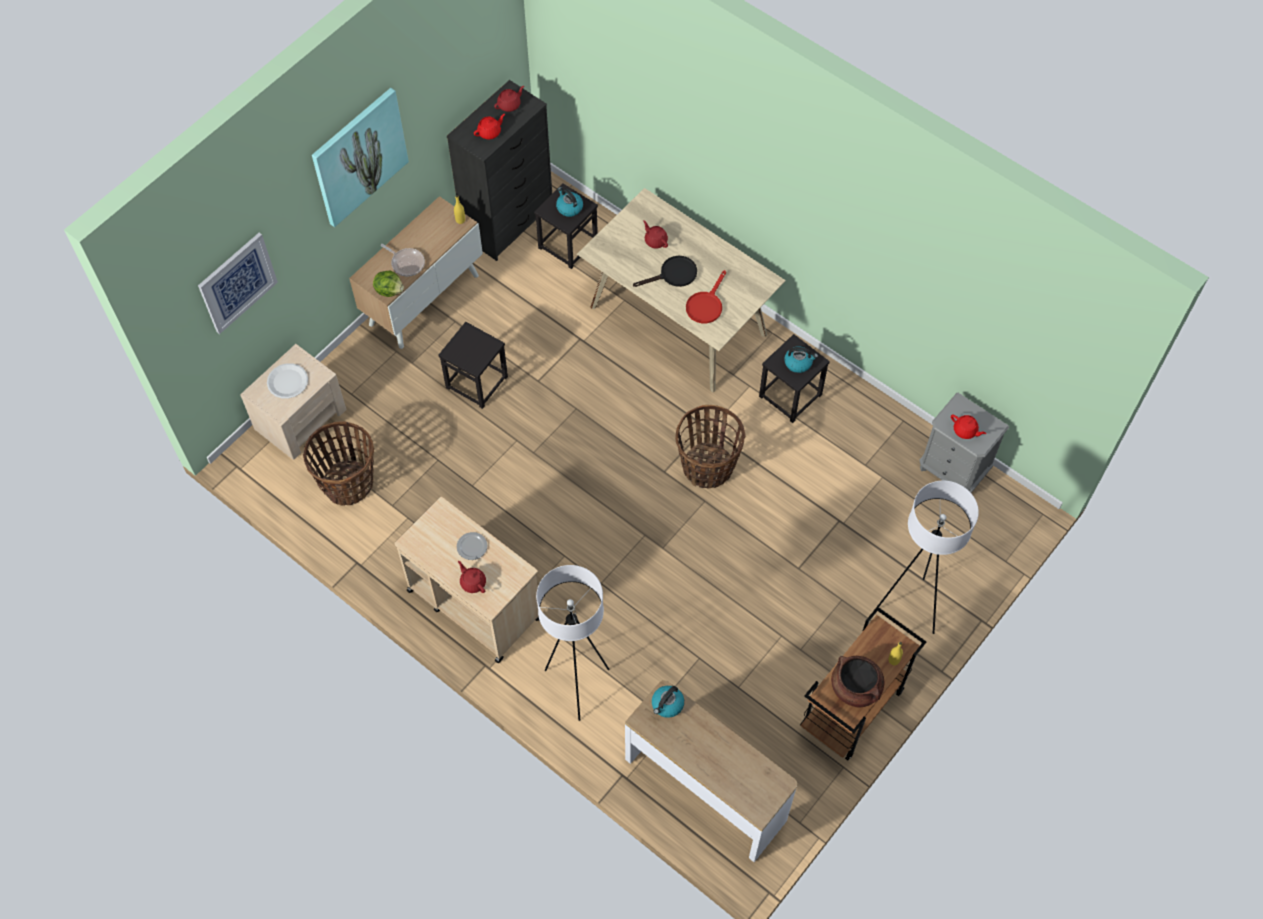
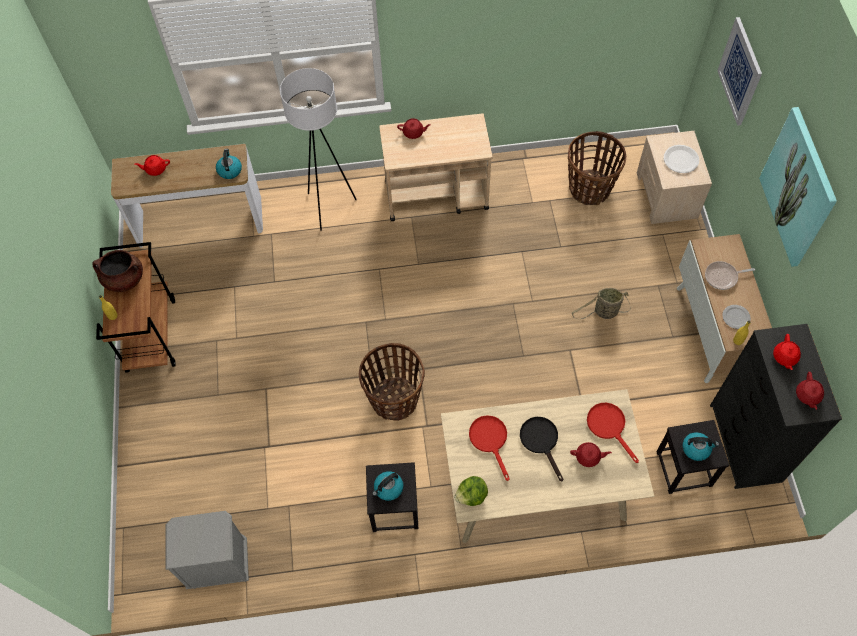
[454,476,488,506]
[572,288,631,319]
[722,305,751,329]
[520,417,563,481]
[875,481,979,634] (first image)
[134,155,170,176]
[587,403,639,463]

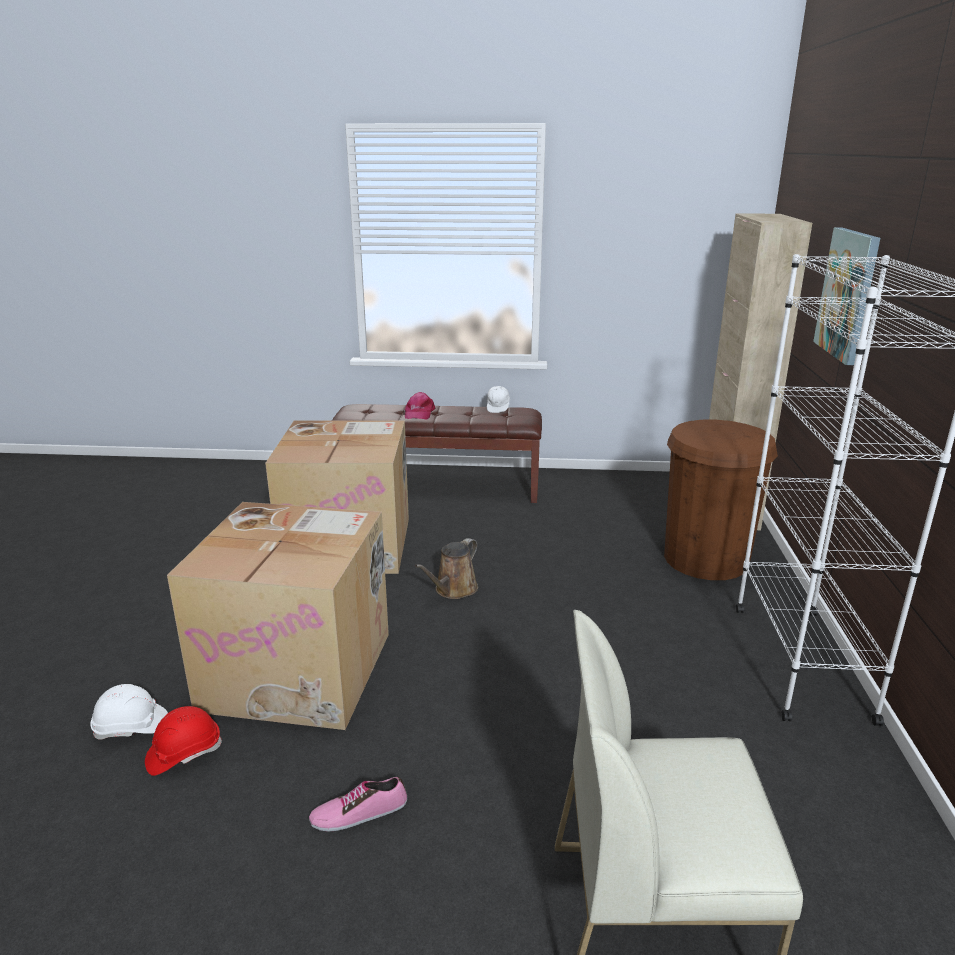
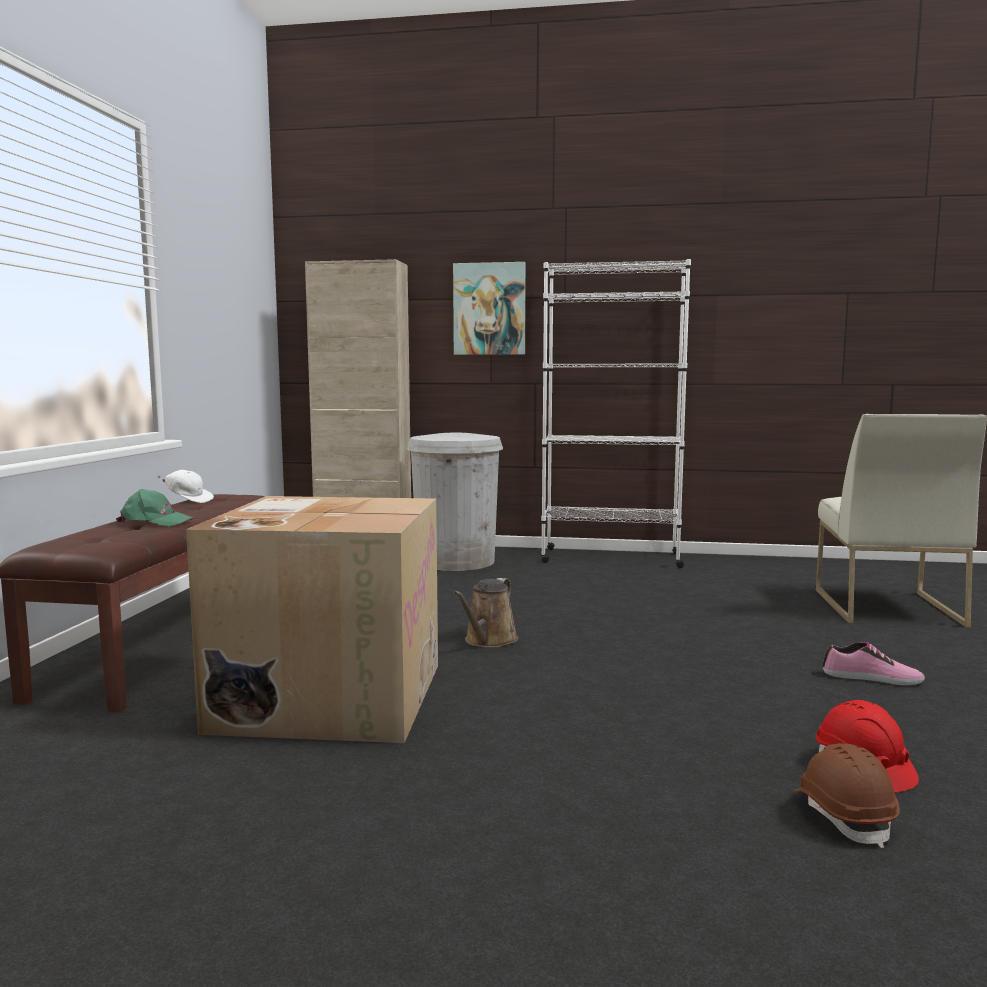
[793,743,900,848]
[167,502,389,730] (first image)
[823,642,925,685]
[116,489,193,526]
[454,578,518,648]
[407,433,503,571]

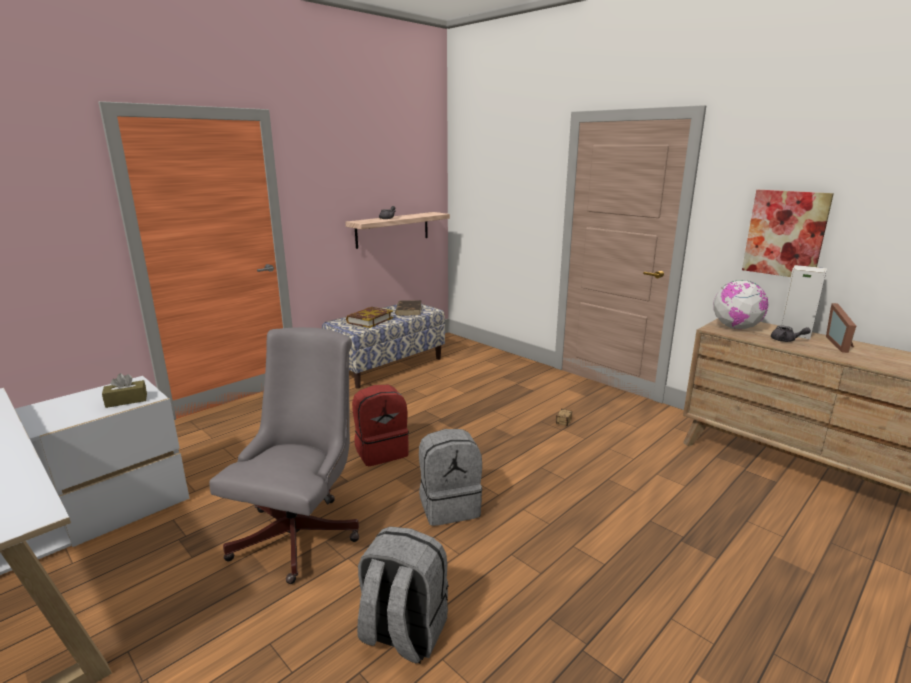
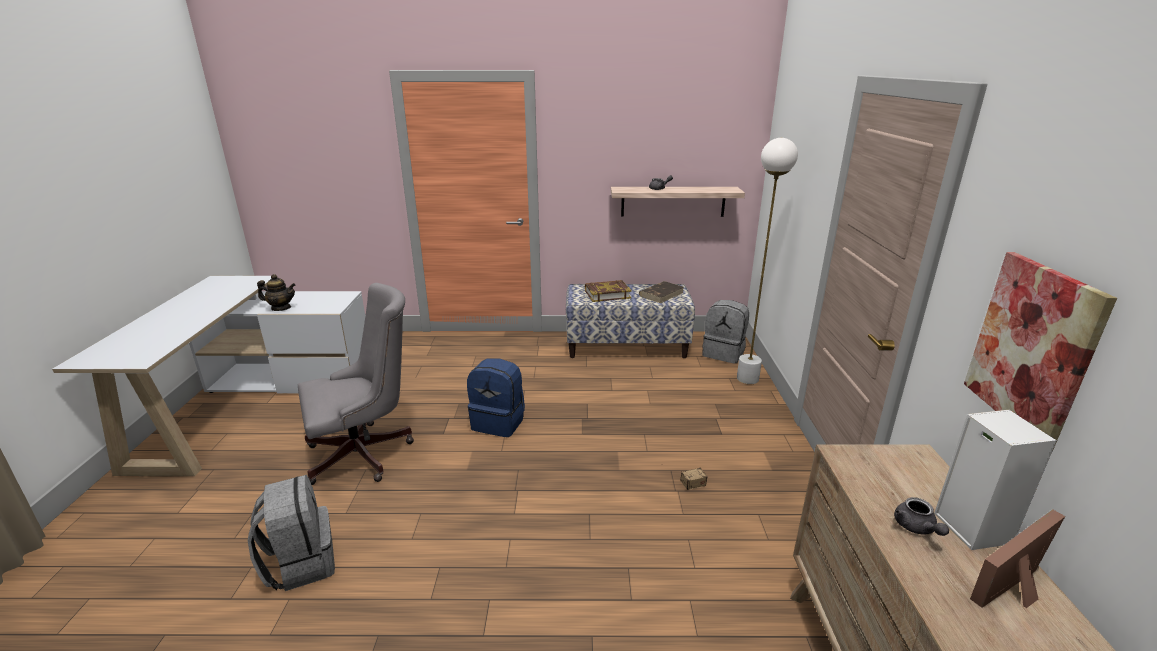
[102,373,147,408] (first image)
[467,359,525,437]
[702,300,749,364]
[713,280,769,329] (first image)
[257,274,296,311]
[737,138,798,384]

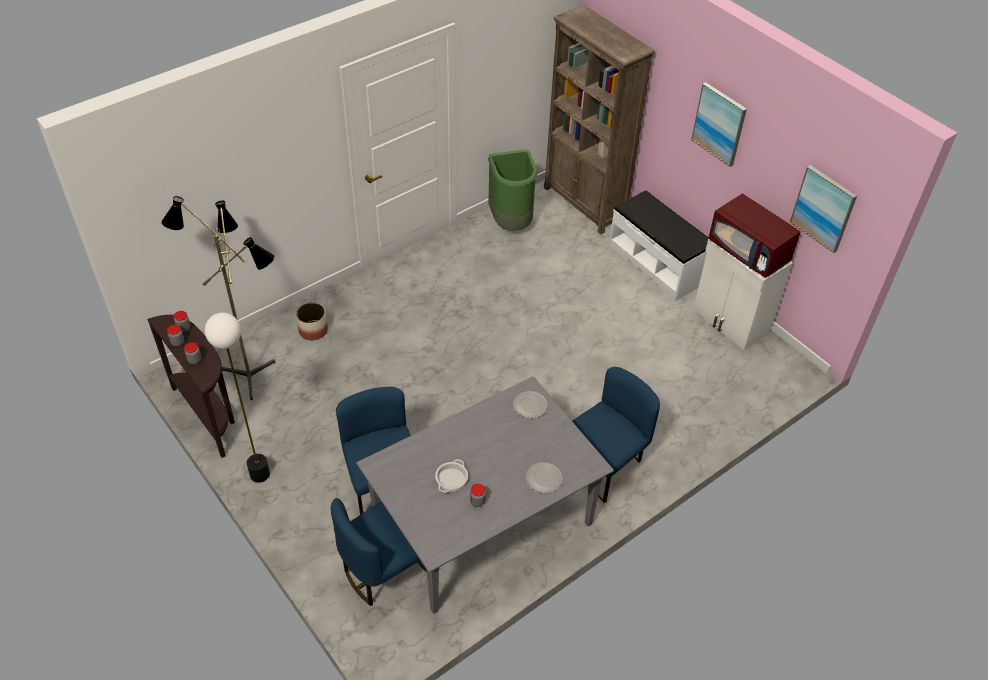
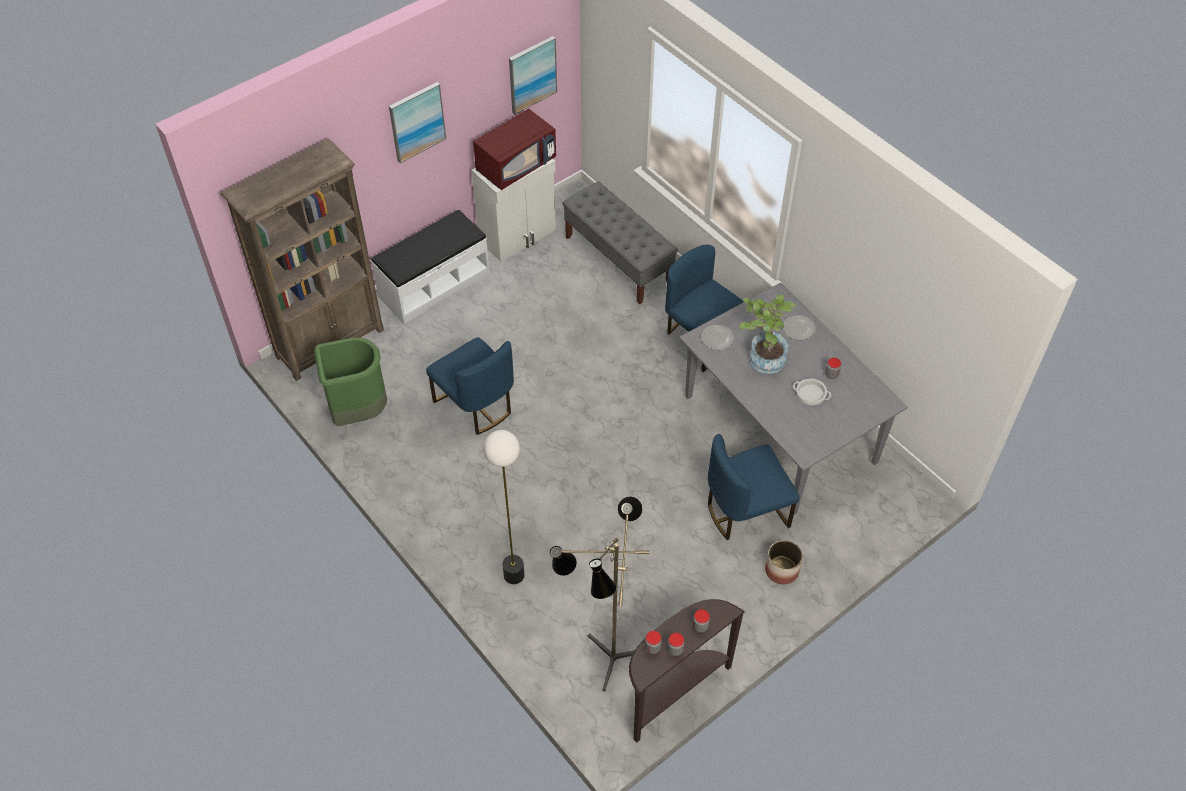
[483,430,525,584]
[765,540,803,584]
[426,337,514,435]
[562,182,678,304]
[739,295,796,374]

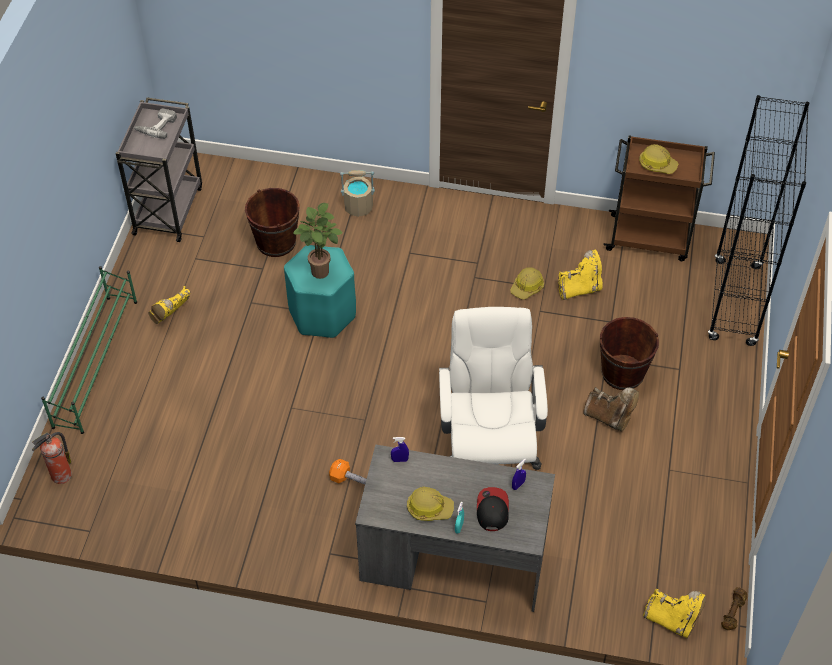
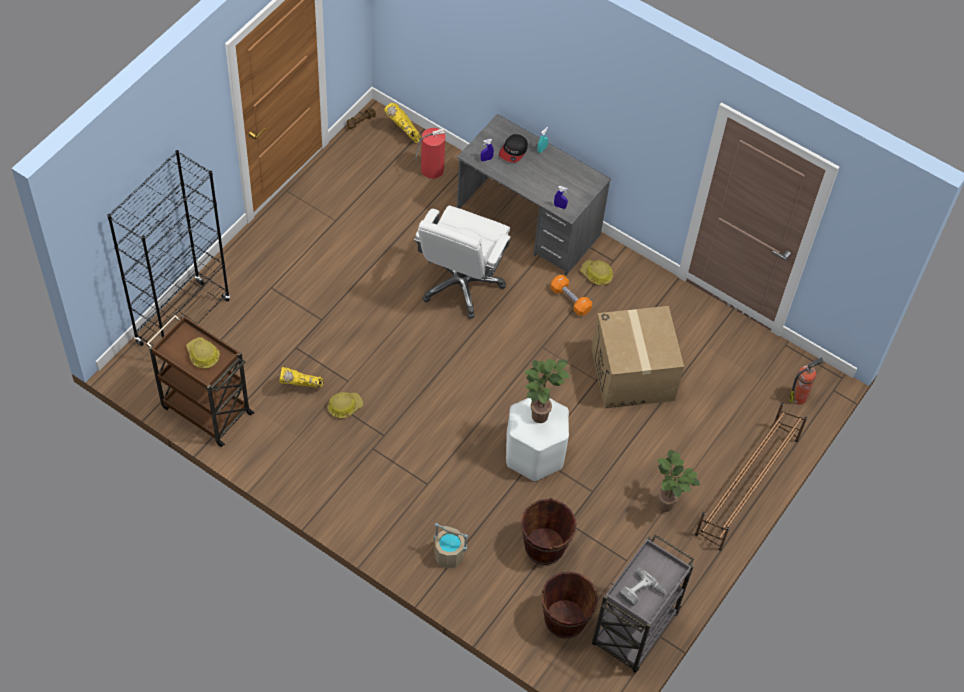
[695,403,807,551]
[657,450,700,512]
[506,398,569,481]
[580,260,613,285]
[583,387,639,432] (first image)
[541,572,598,639]
[415,128,445,179]
[591,306,684,409]

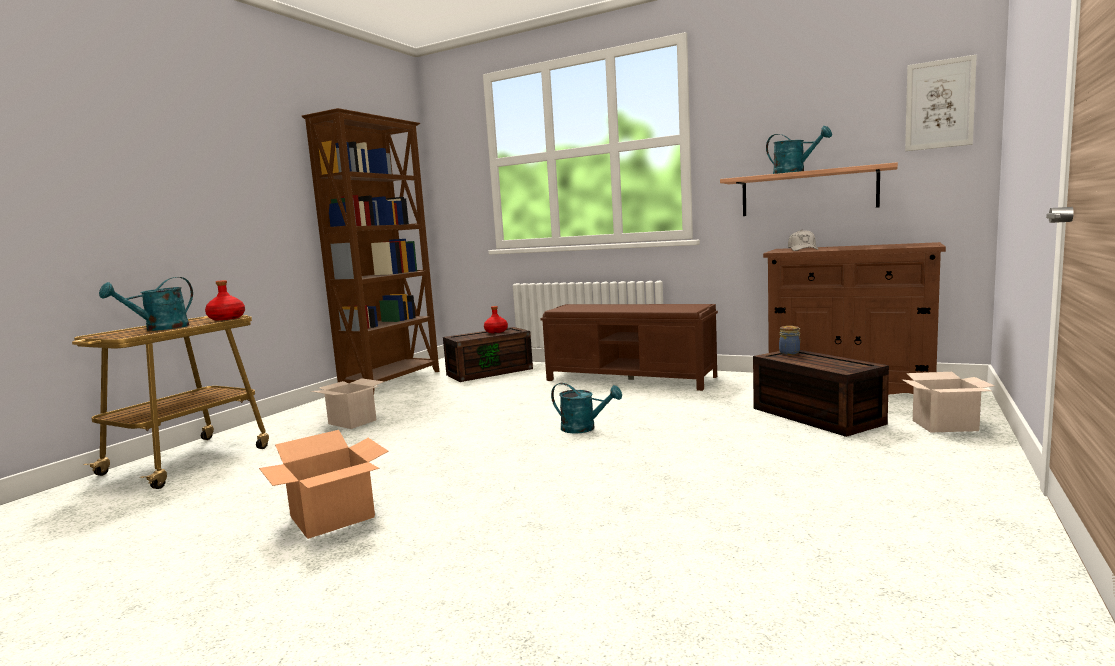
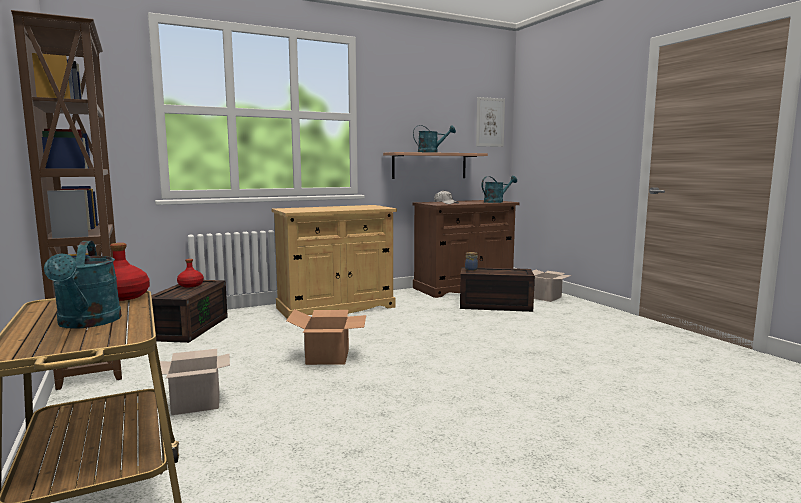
[286,309,366,365]
[272,205,397,319]
[482,176,517,203]

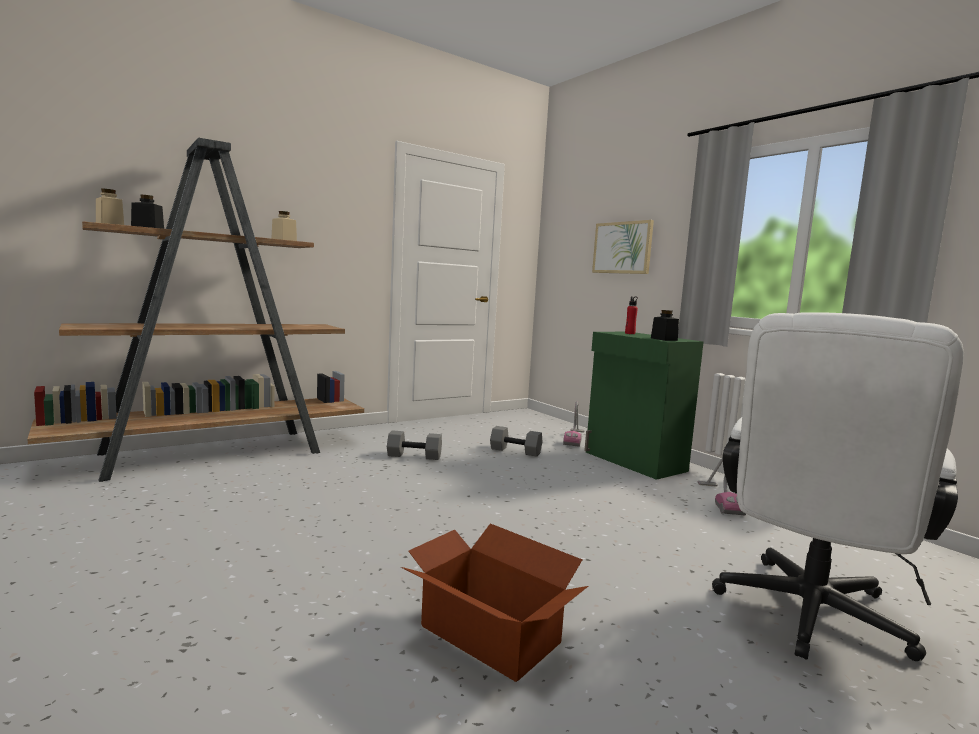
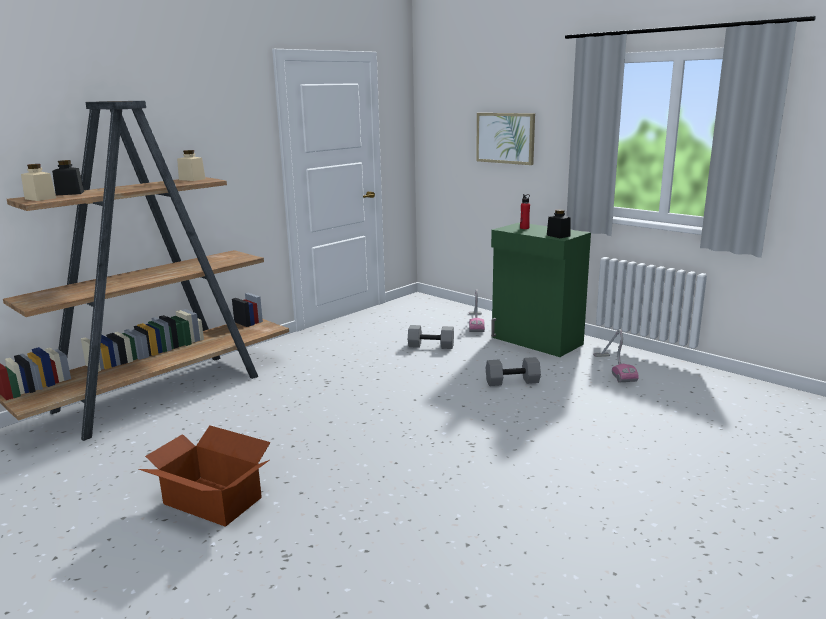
[486,357,541,386]
[139,425,271,527]
[712,312,964,661] (first image)

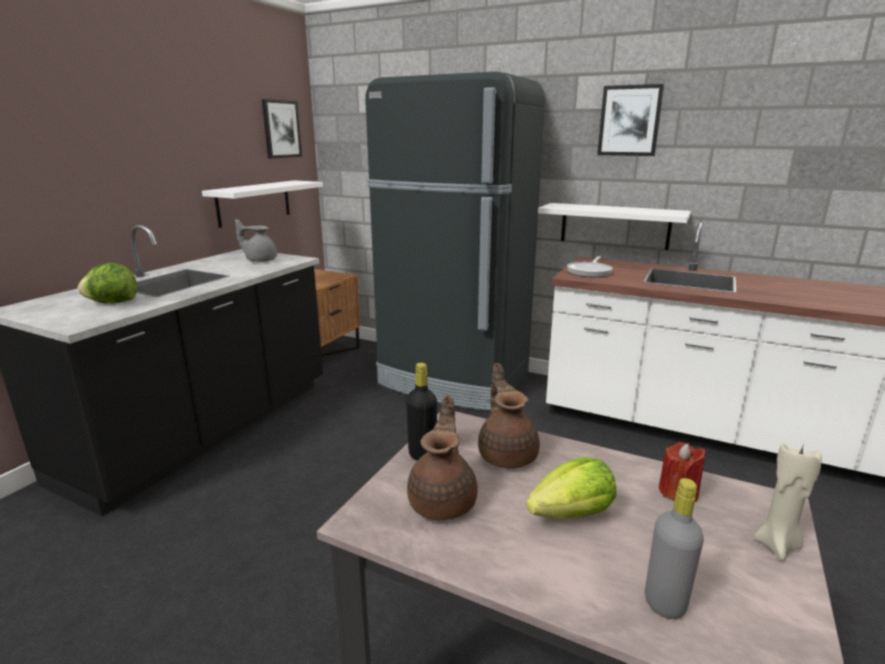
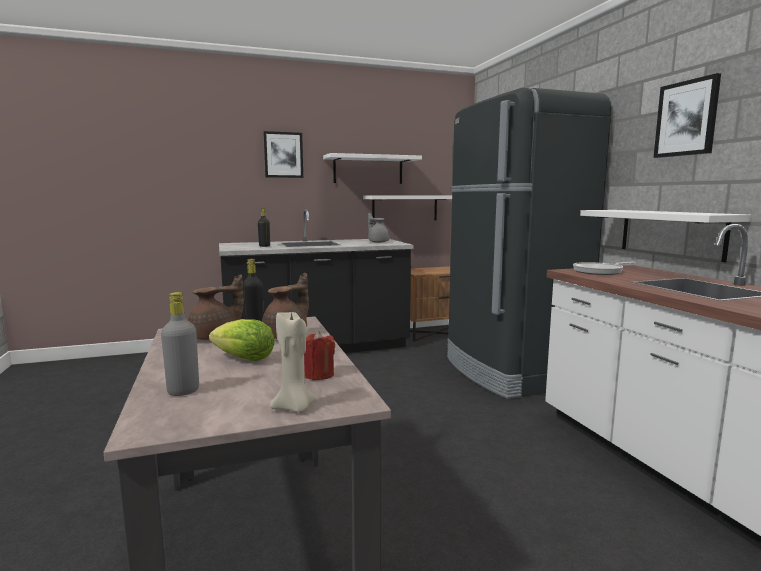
[258,208,270,247]
[263,131,303,178]
[323,153,422,184]

